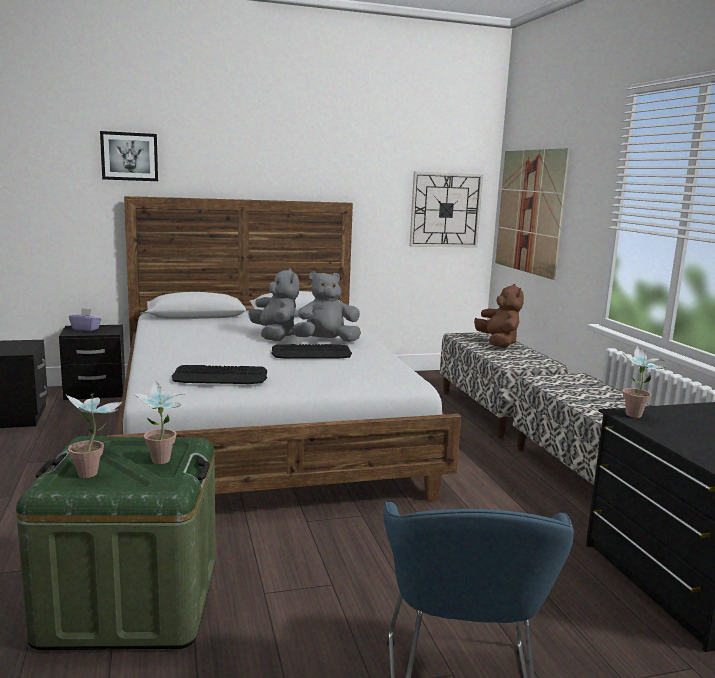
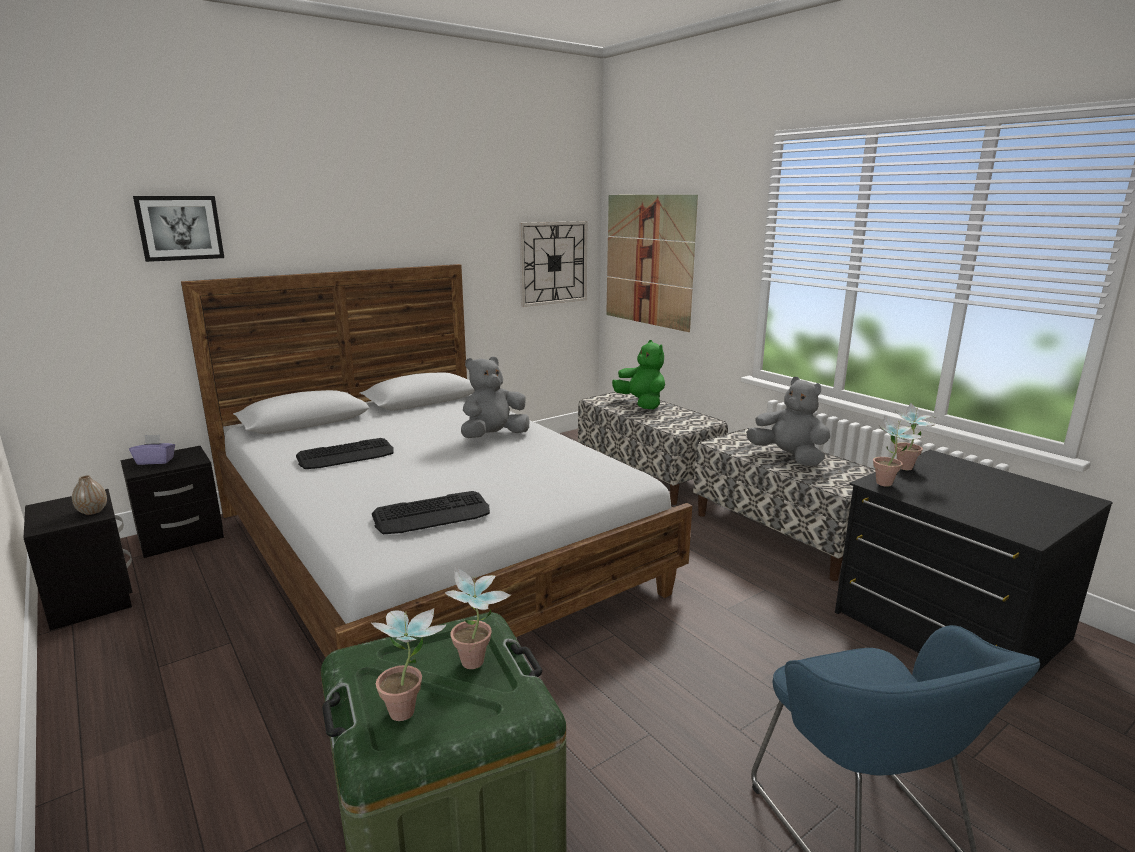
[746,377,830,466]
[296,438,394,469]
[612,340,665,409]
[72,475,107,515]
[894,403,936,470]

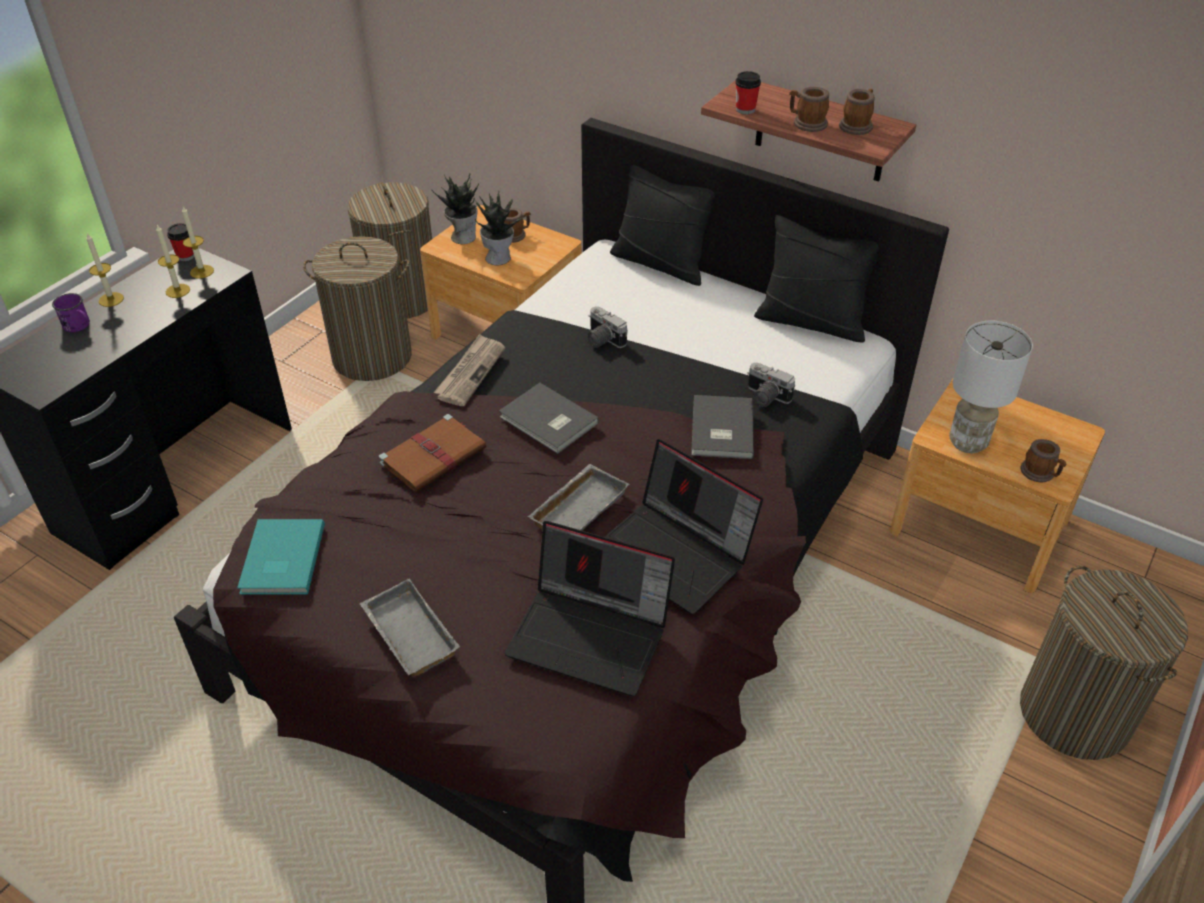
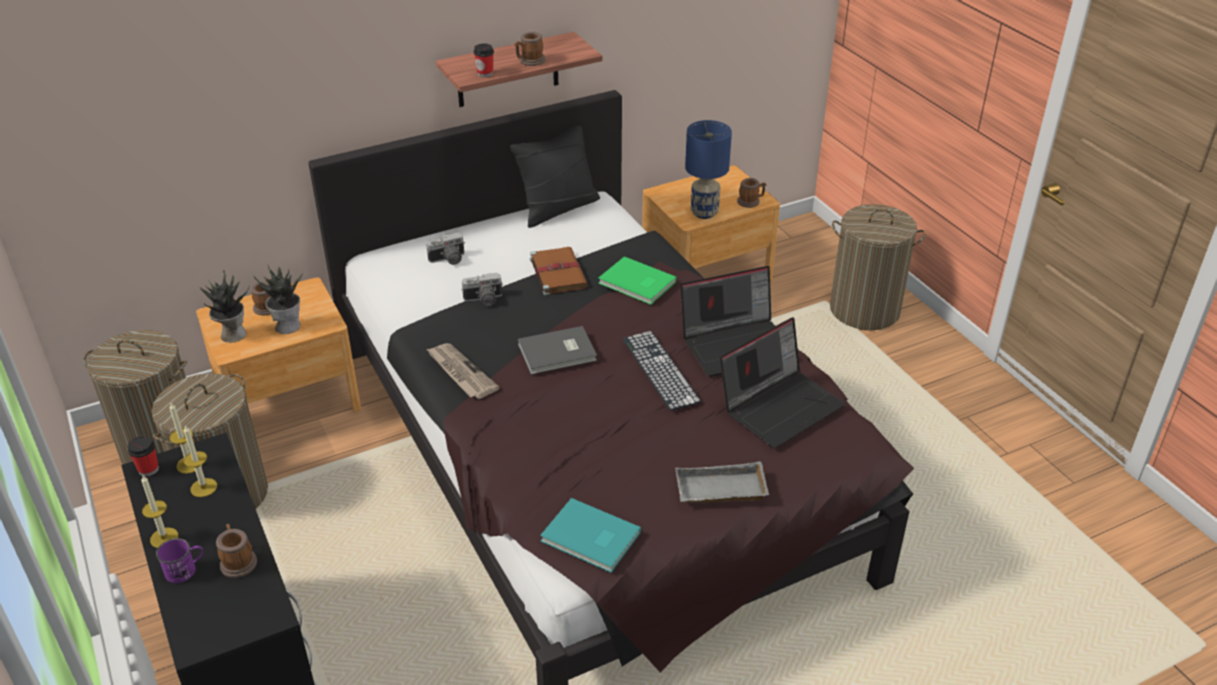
[530,247,588,295]
[623,331,702,411]
[610,165,715,286] (first image)
[598,256,677,305]
[426,233,465,265]
[216,524,257,578]
[685,120,732,219]

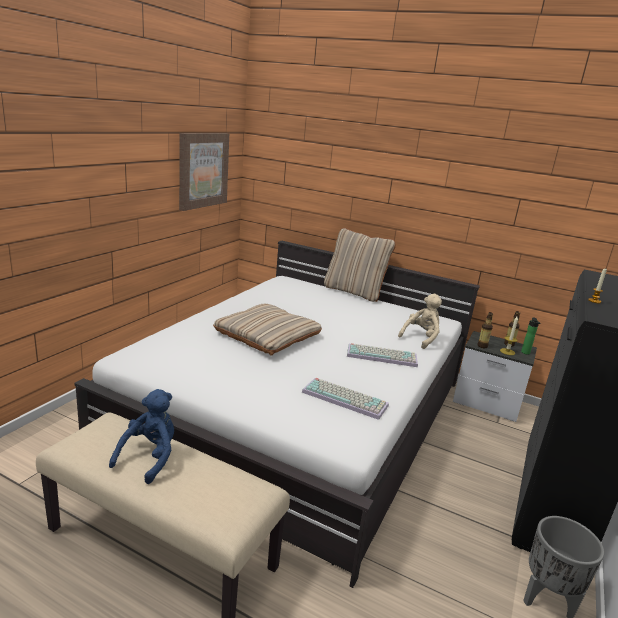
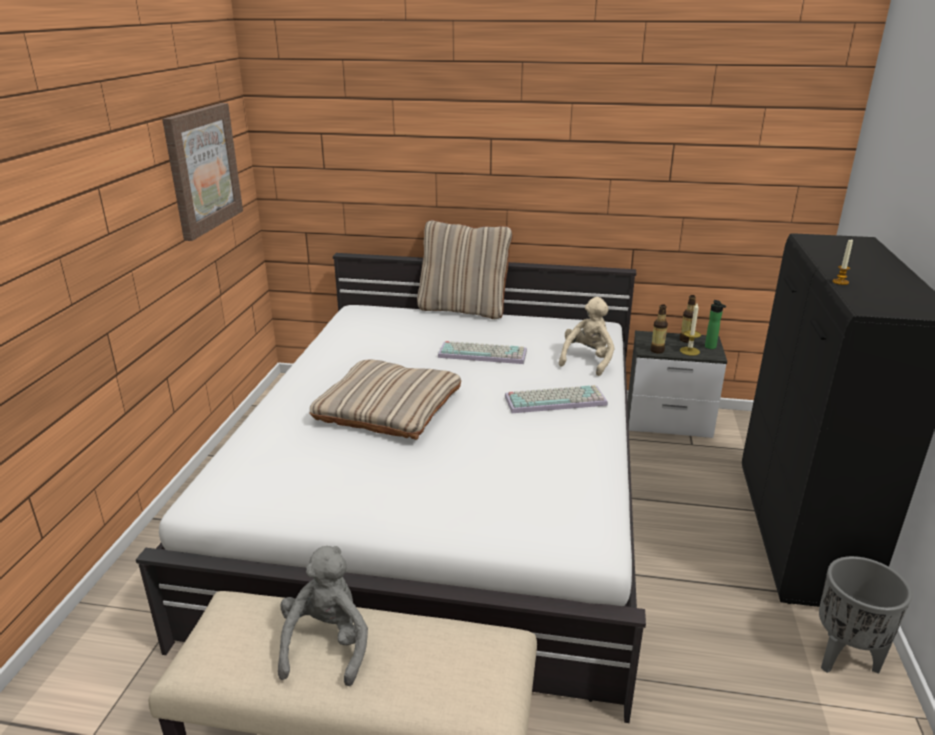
[278,546,368,686]
[438,341,527,364]

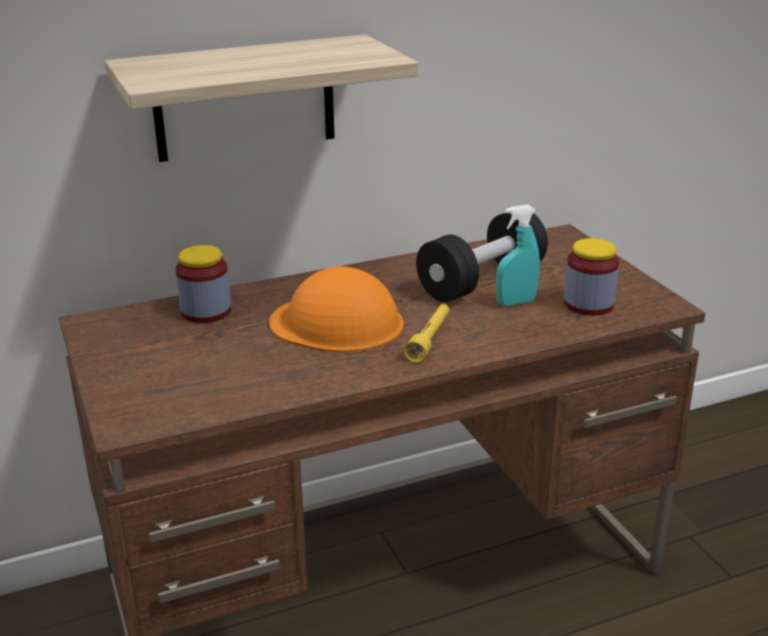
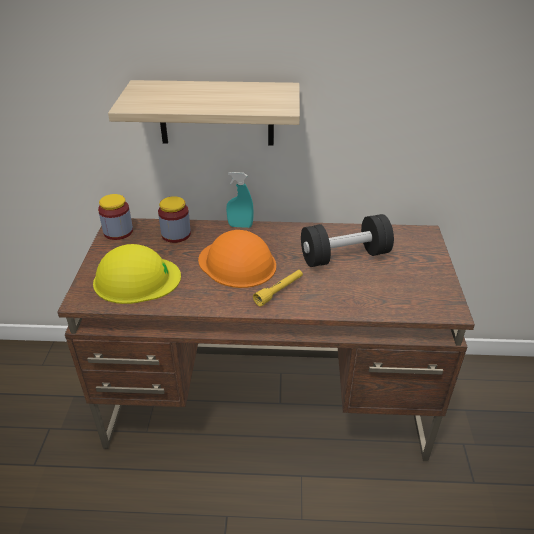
[226,172,253,228]
[98,194,133,240]
[93,244,181,304]

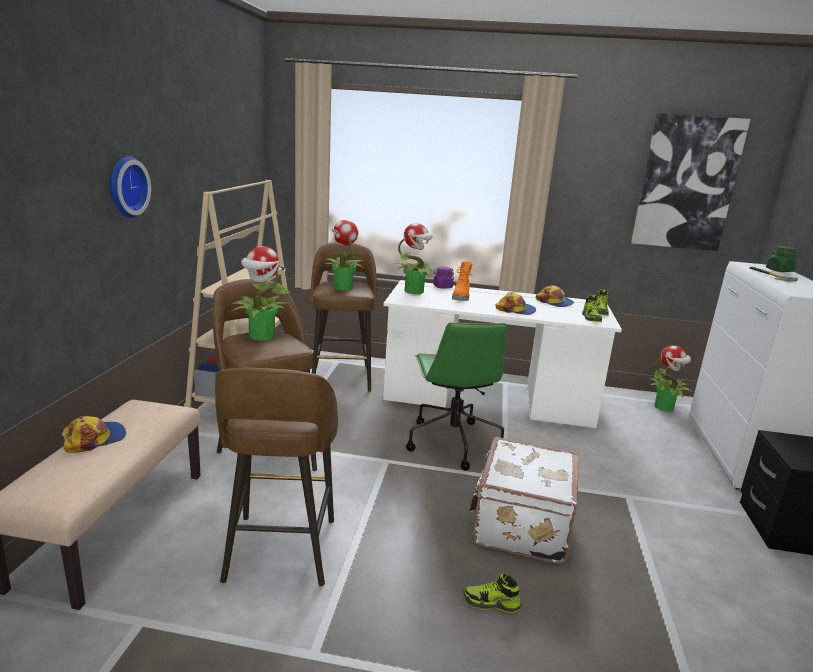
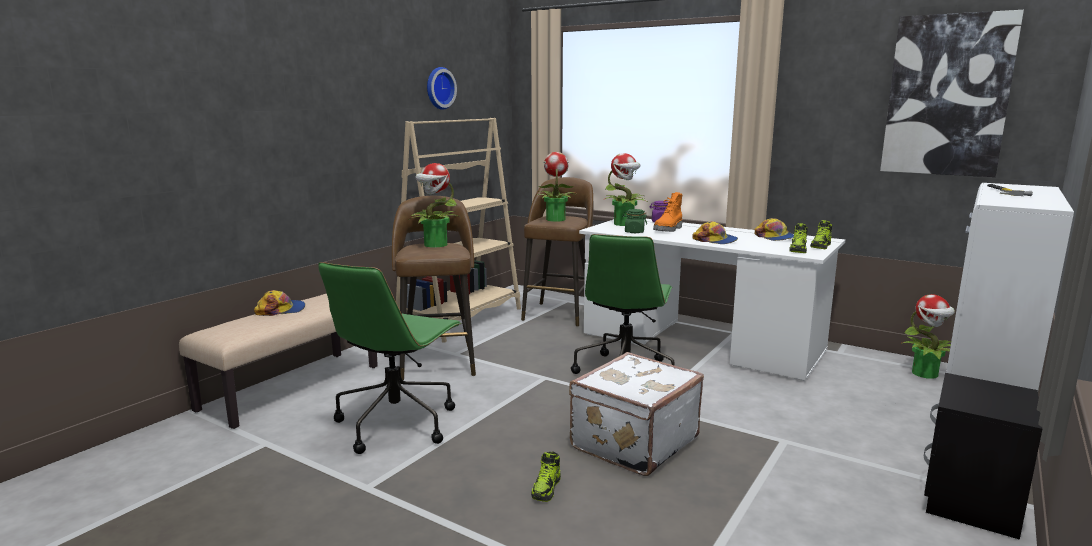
[427,67,457,110]
[318,262,461,454]
[531,452,561,502]
[622,209,647,233]

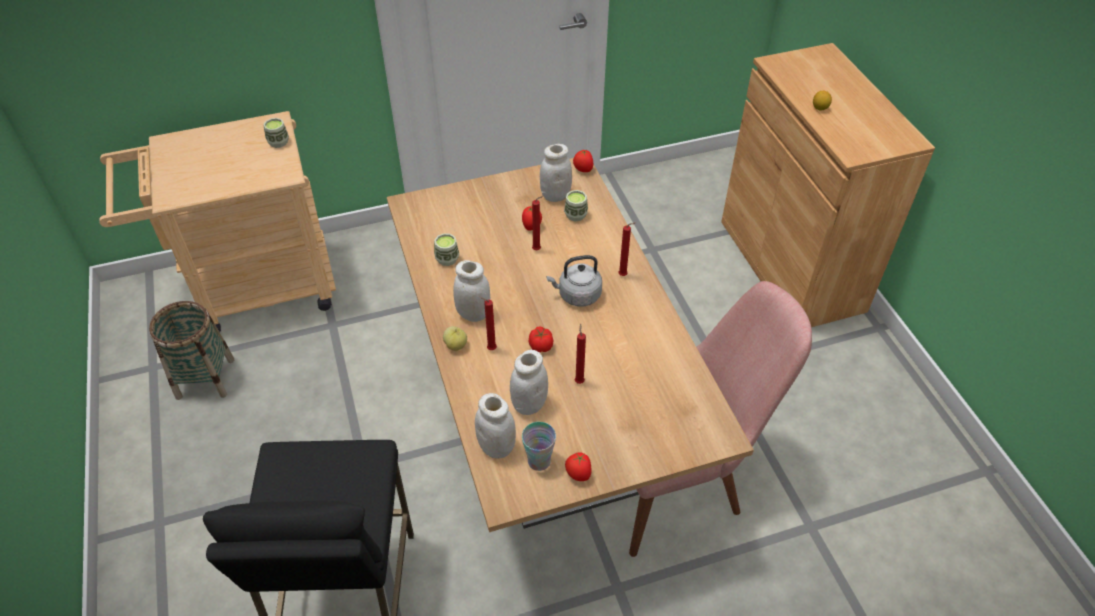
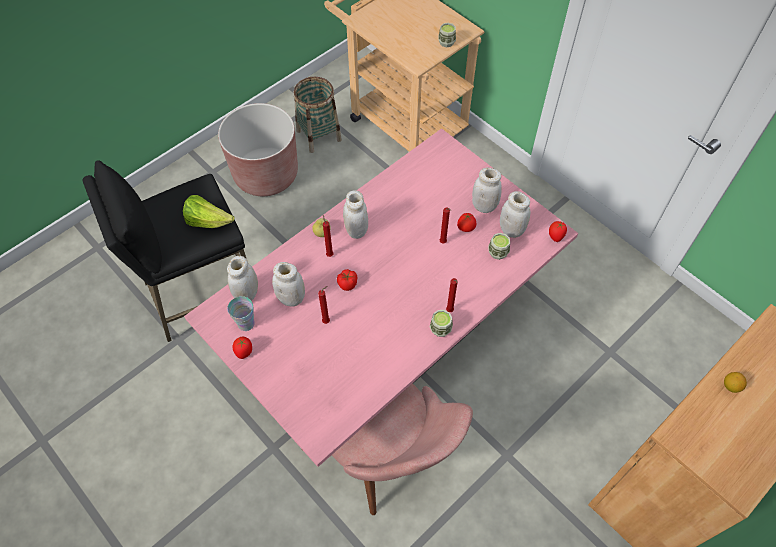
[184,128,578,467]
[429,310,453,337]
[546,255,602,306] (first image)
[183,195,234,228]
[218,103,298,196]
[472,168,502,213]

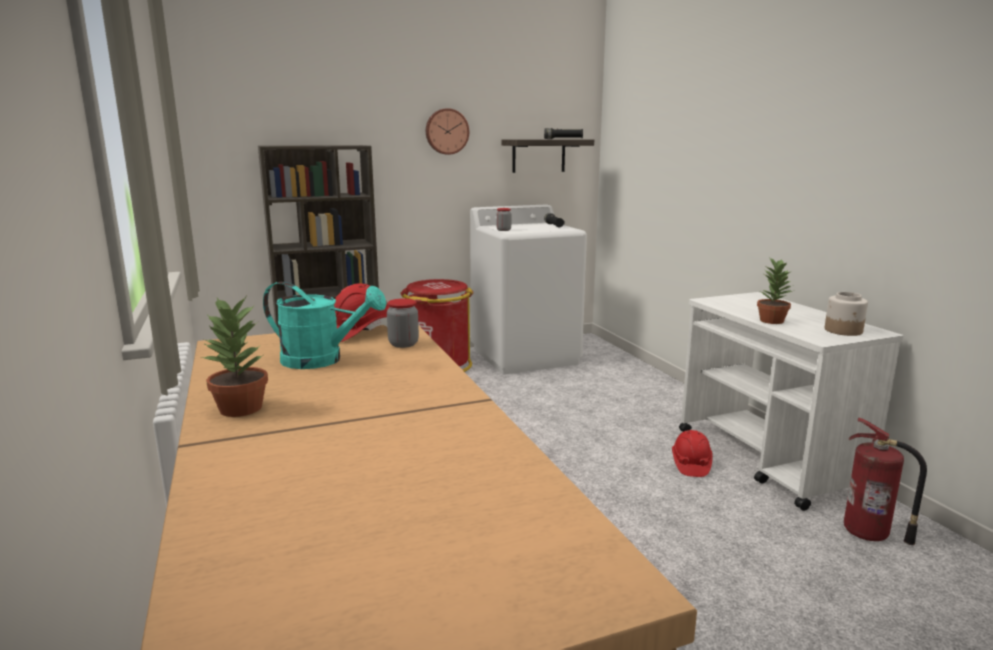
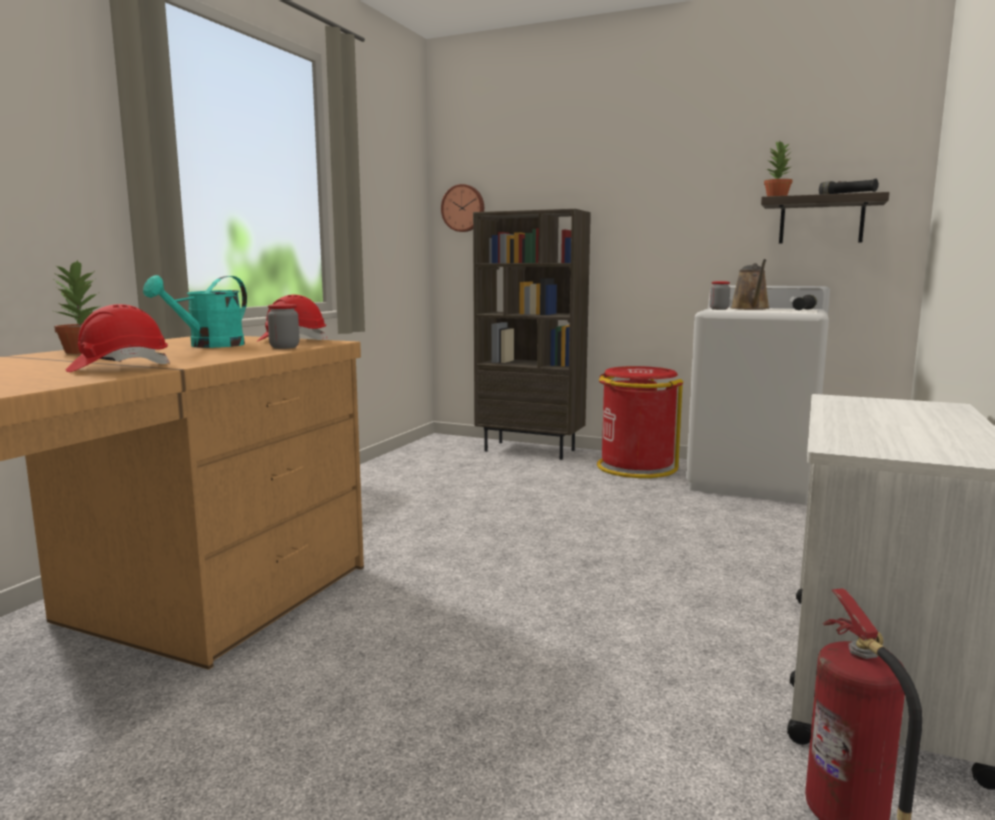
[143,275,247,348]
[441,184,484,232]
[66,304,170,372]
[764,142,792,196]
[825,292,868,336] (first image)
[731,259,769,310]

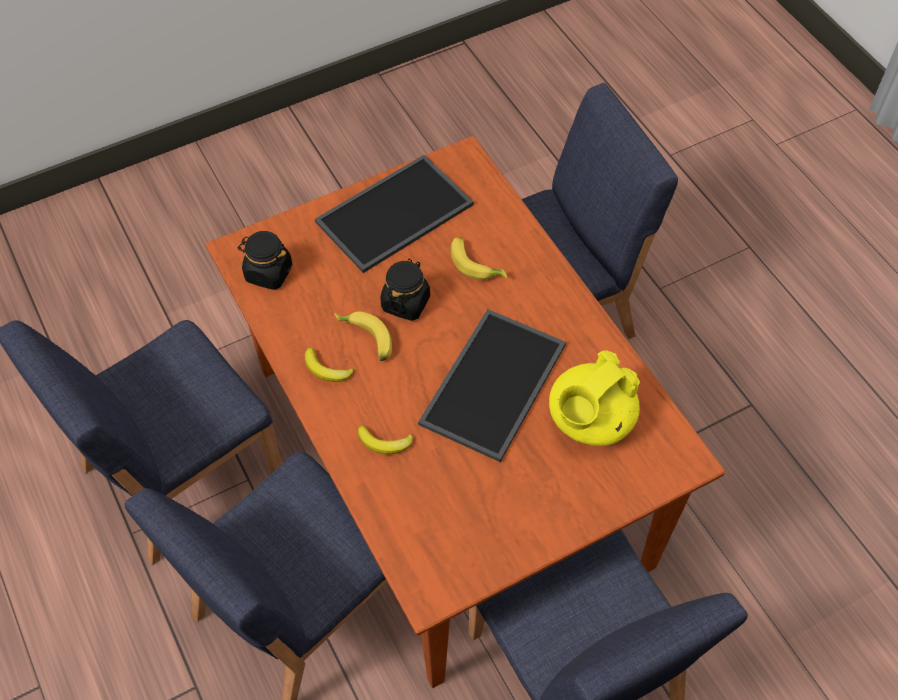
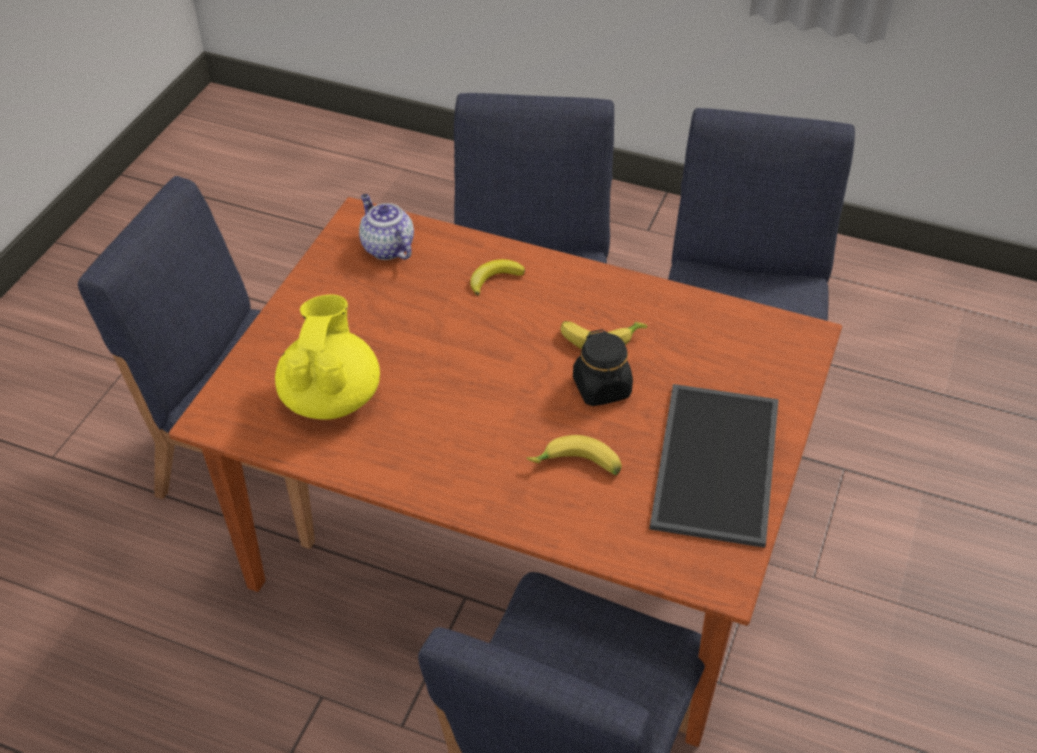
[238,231,292,290] (first image)
[305,348,354,382] (first image)
[418,309,566,462] (first image)
[359,194,414,260]

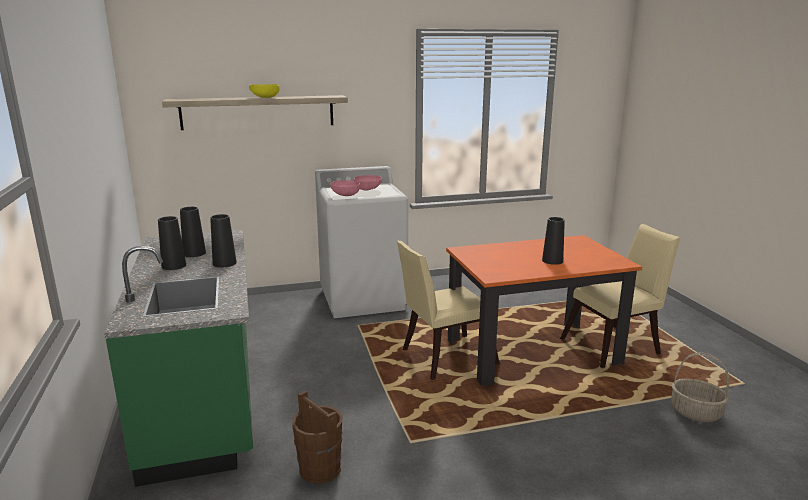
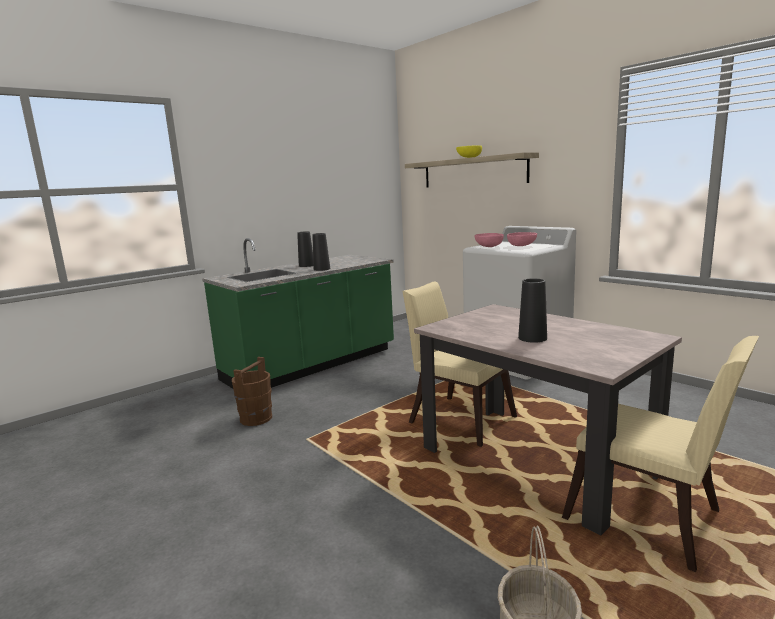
[180,207,206,257] (first image)
[414,304,682,535]

